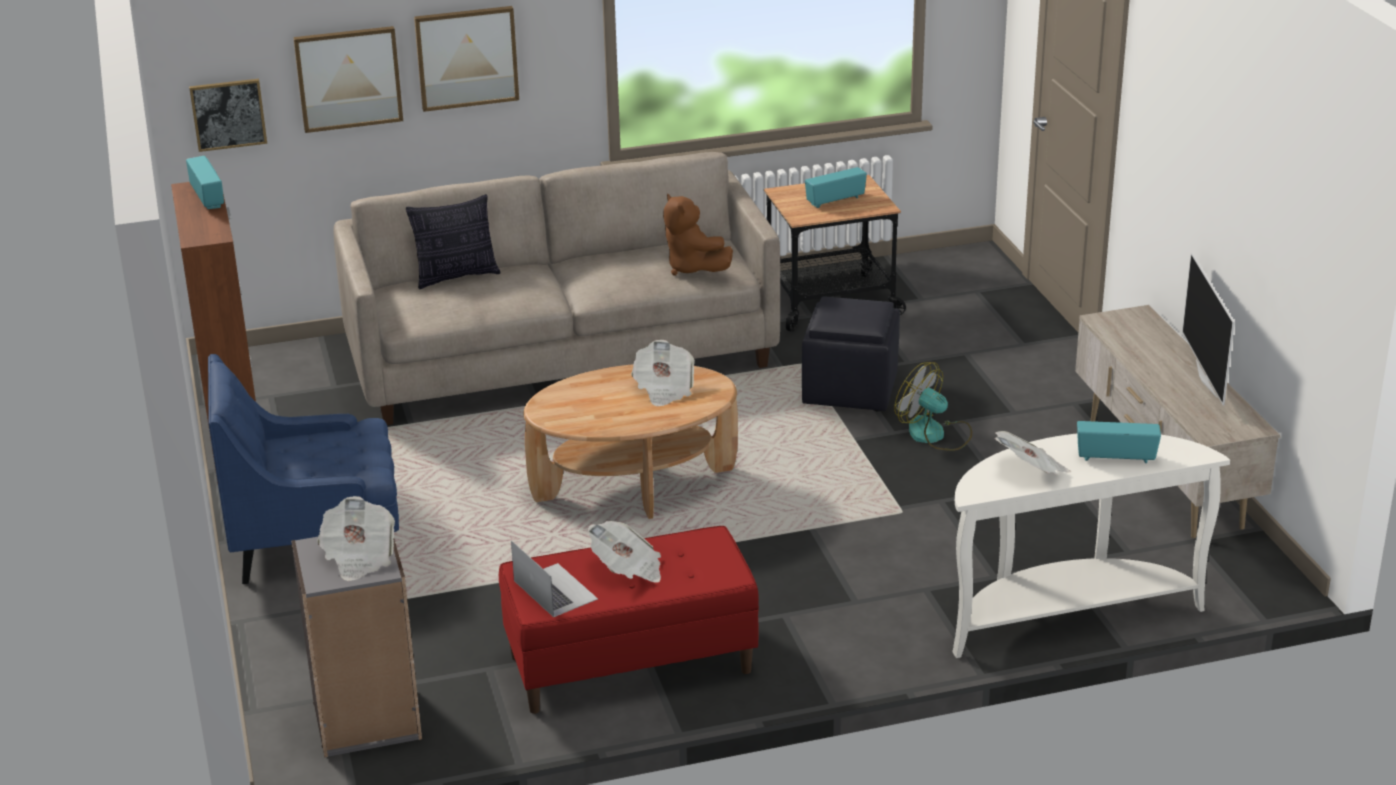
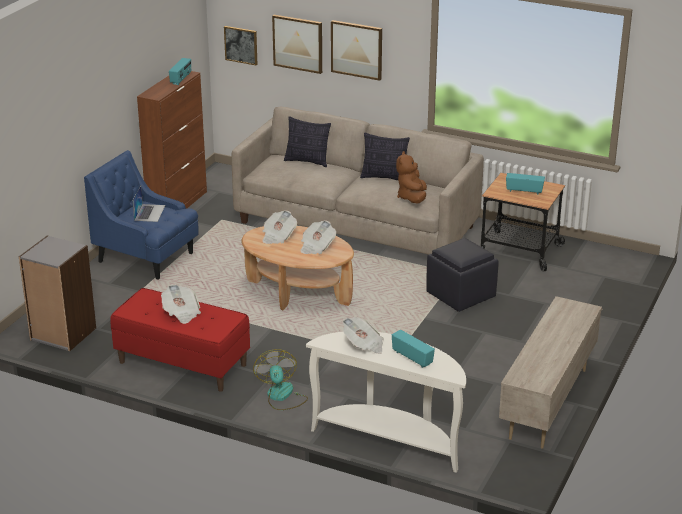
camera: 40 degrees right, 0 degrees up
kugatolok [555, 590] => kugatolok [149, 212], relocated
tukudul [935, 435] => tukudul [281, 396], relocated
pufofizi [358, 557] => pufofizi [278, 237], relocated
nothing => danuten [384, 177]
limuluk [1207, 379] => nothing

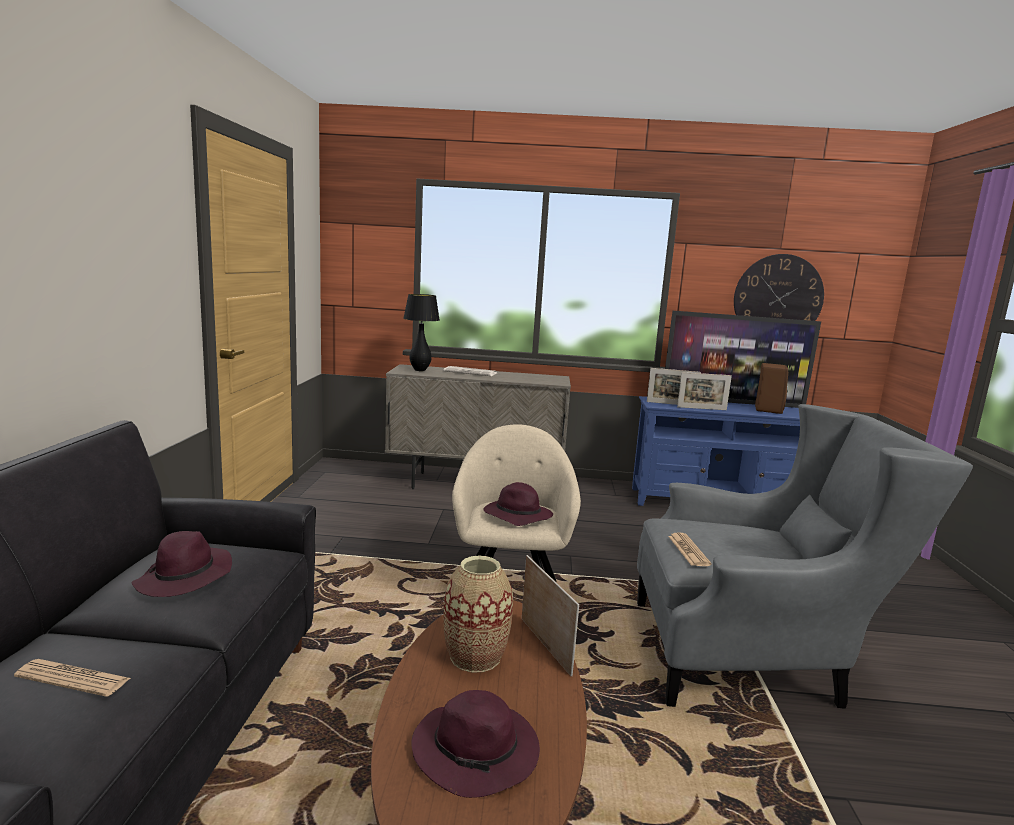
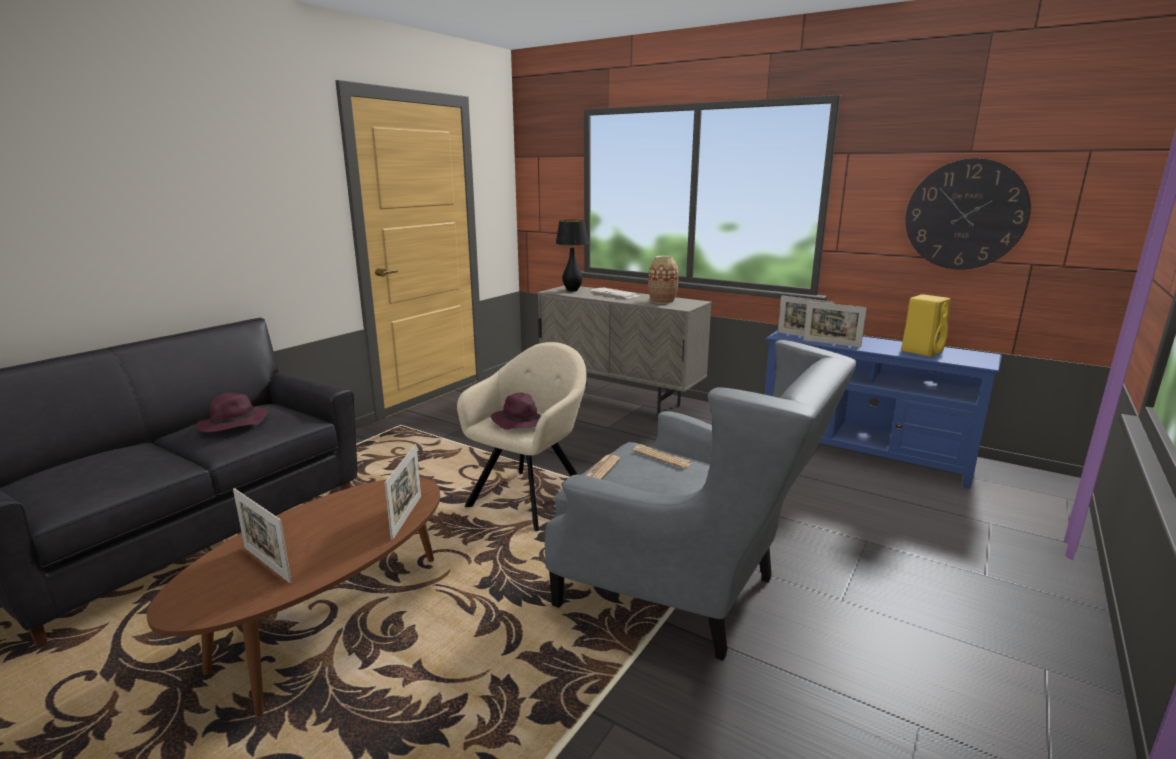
camera: 30 degrees right, 5 degrees up
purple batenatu [477, 753] => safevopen [267, 564]
pufofizi [73, 678] => pufofizi [662, 457], relocated
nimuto [475, 656] => nimuto [662, 301], relocated
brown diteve [767, 409] => yellow diteve [922, 351]
limuluk [732, 403] => nothing

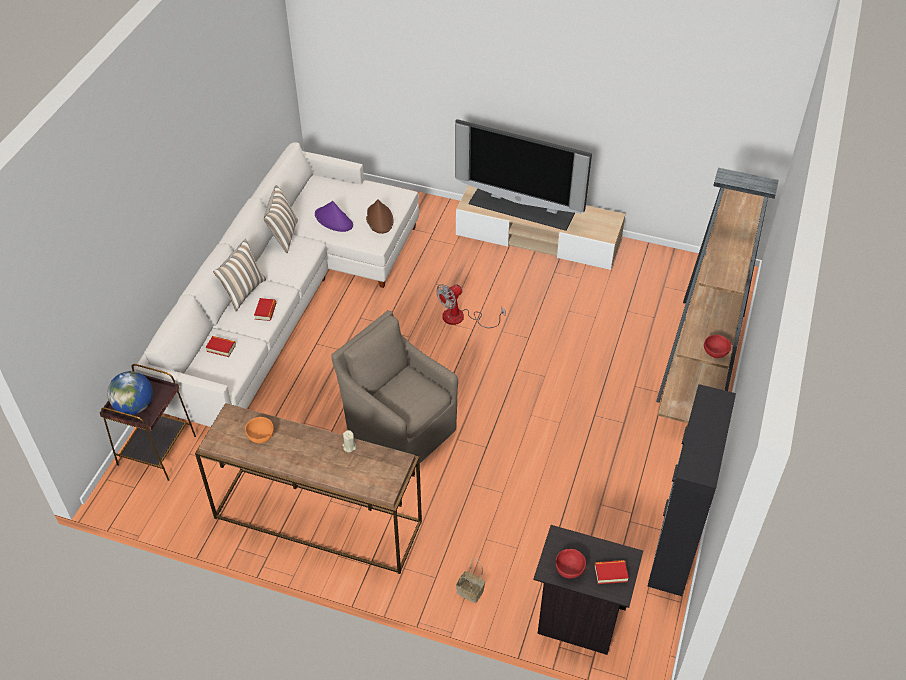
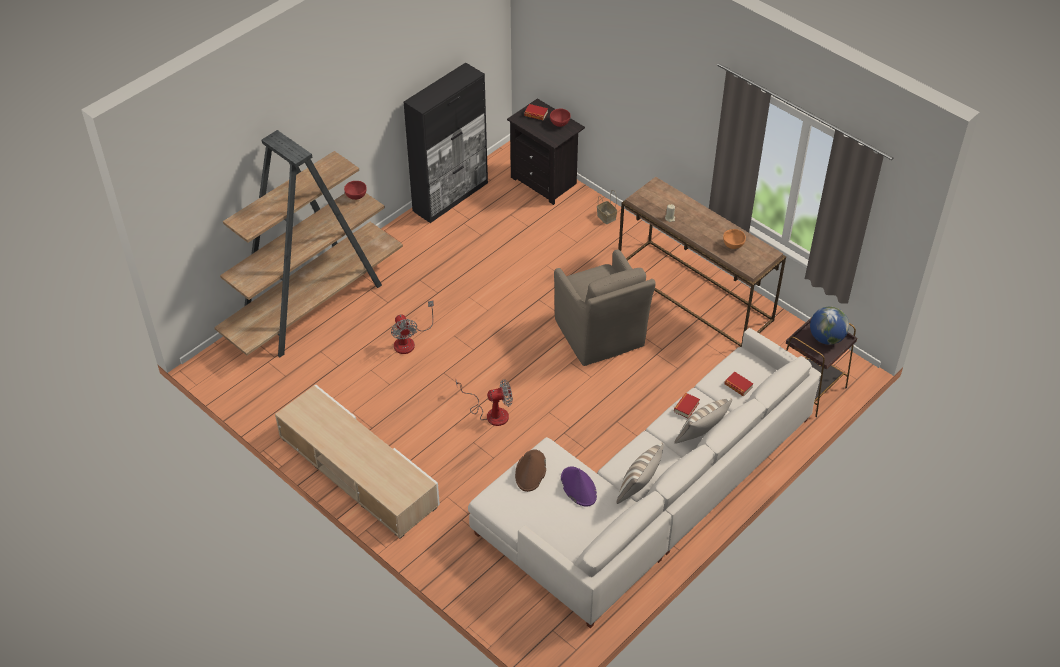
camera: 155 degrees left, 0 degrees up
nothing => tukudul [409, 341]
limuluk [522, 207] => nothing

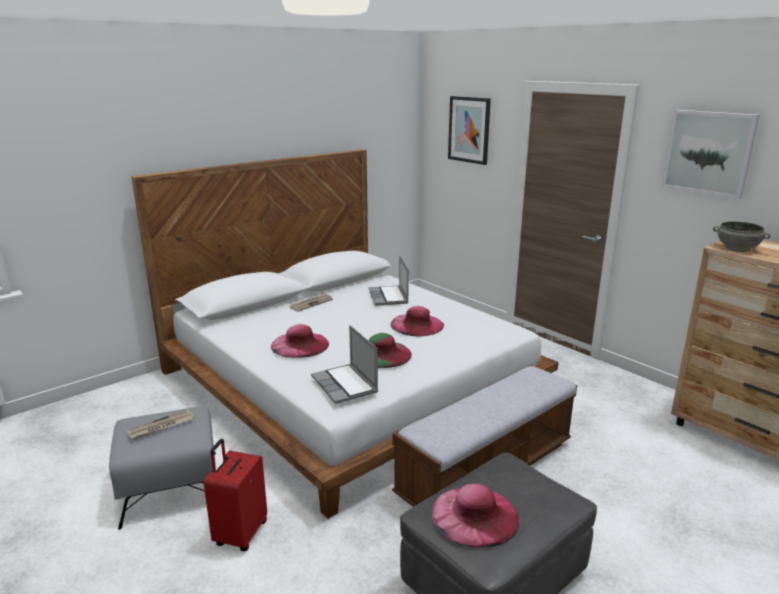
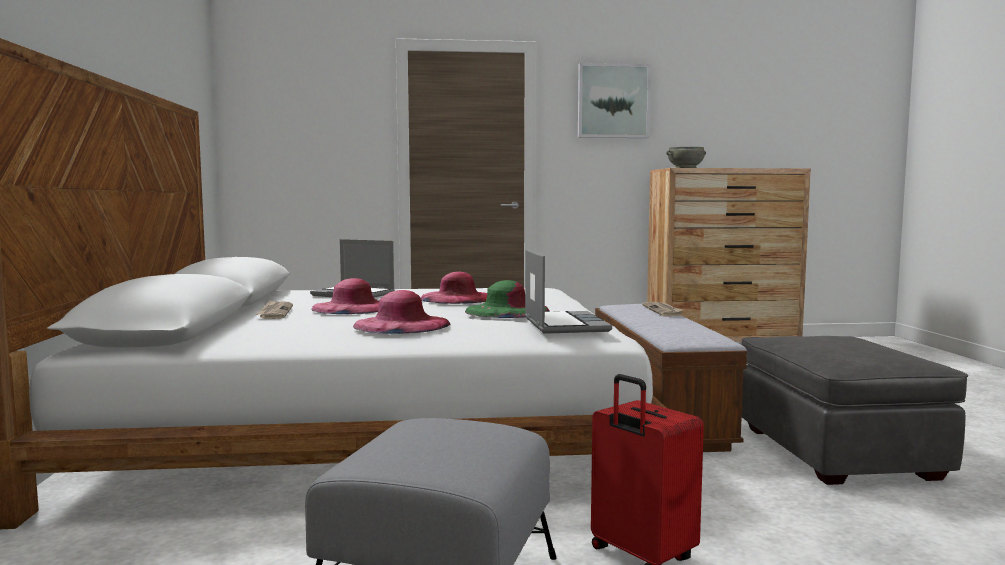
camera: 55 degrees left, 15 degrees down
pink batenatu [475, 515] => pink batenatu [353, 307], relocated
kugatolok [345, 385] => kugatolok [563, 324], 105 degrees counterclockwise
pufofizi [161, 427] => pufofizi [663, 311], relocated
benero [469, 129] => nothing

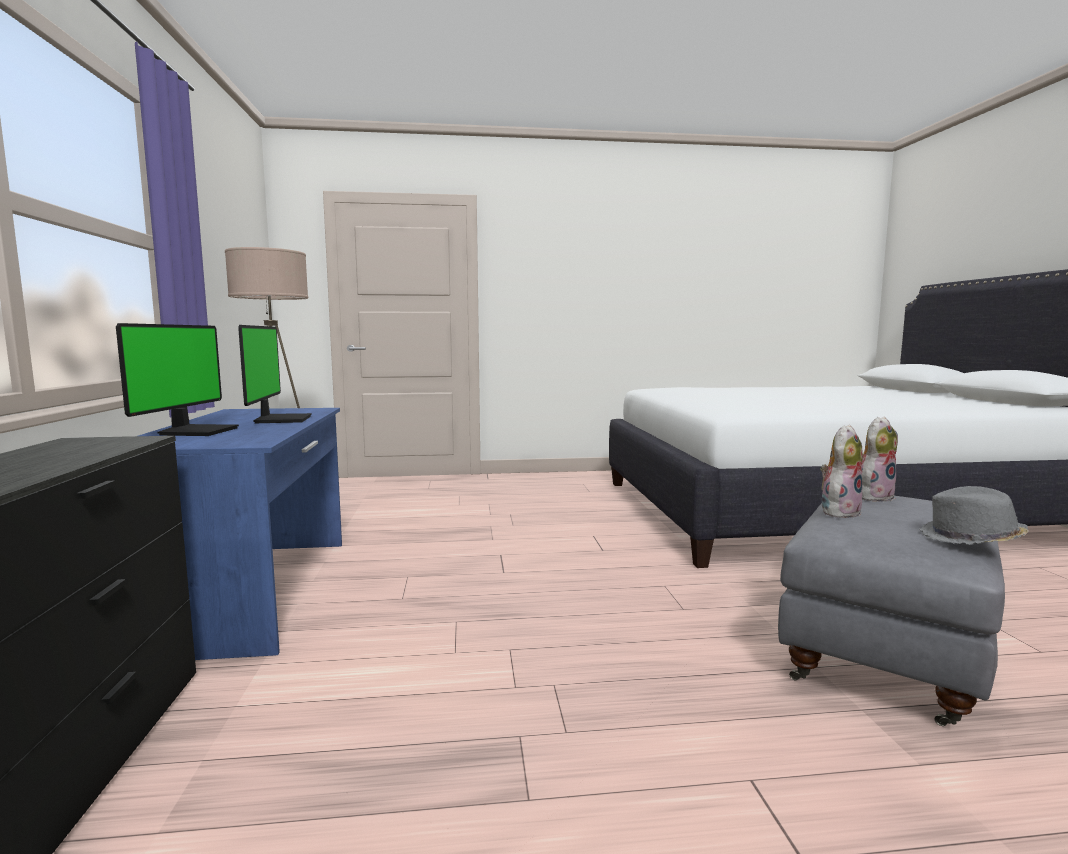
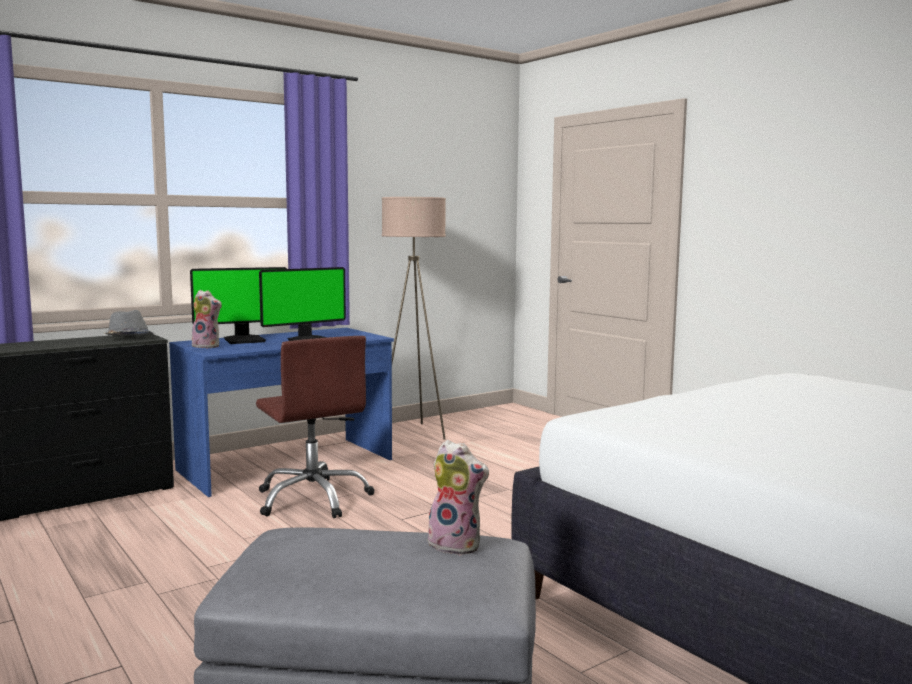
camera: 60 degrees right, 0 degrees up
grey batenatu [970, 539] => grey batenatu [128, 338], relocated
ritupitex [838, 511] => ritupitex [208, 346], relocated
nothing => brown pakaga [313, 499]

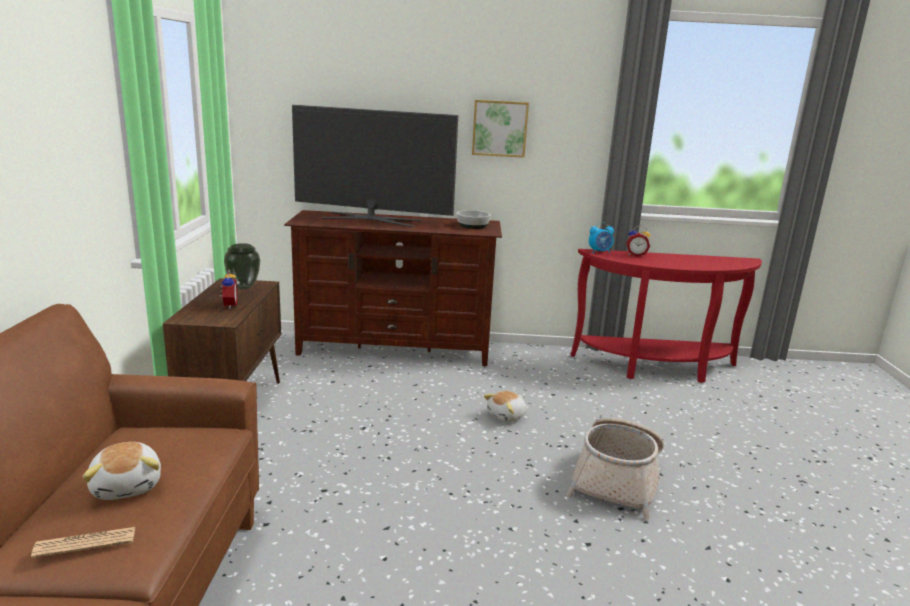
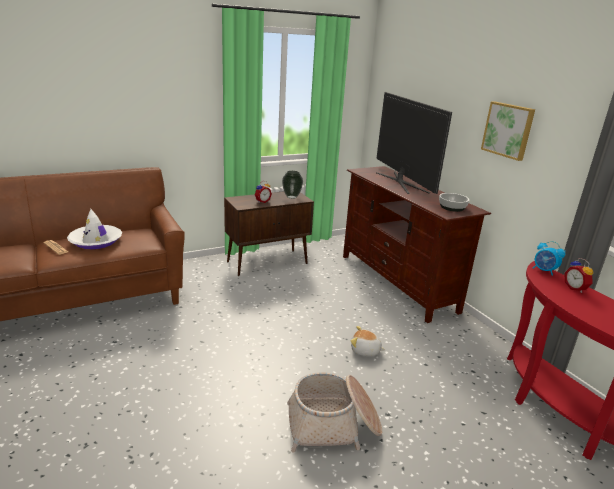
camera: 60 degrees right, 5 degrees up
ritupitex [128, 485] => white batenatu [96, 241]

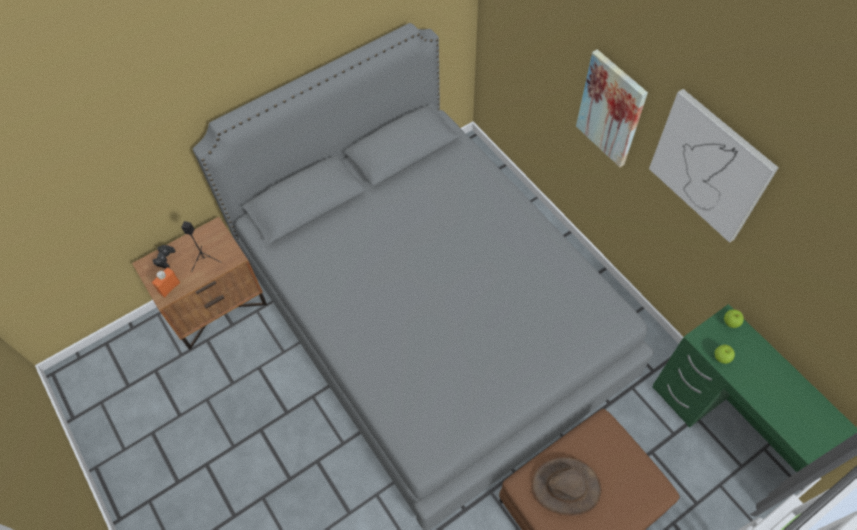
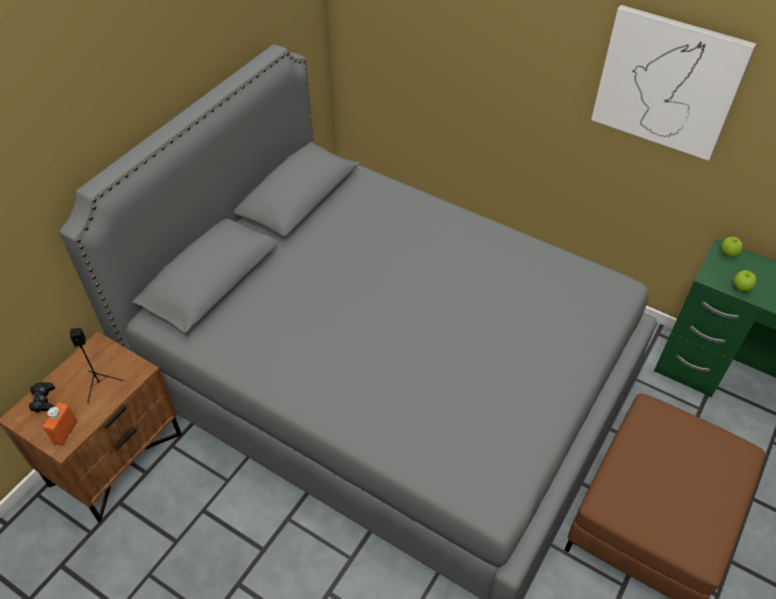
camera: 25 degrees left, 10 degrees down
brown batenatu [566, 487] => nothing
benero [611, 109] => nothing

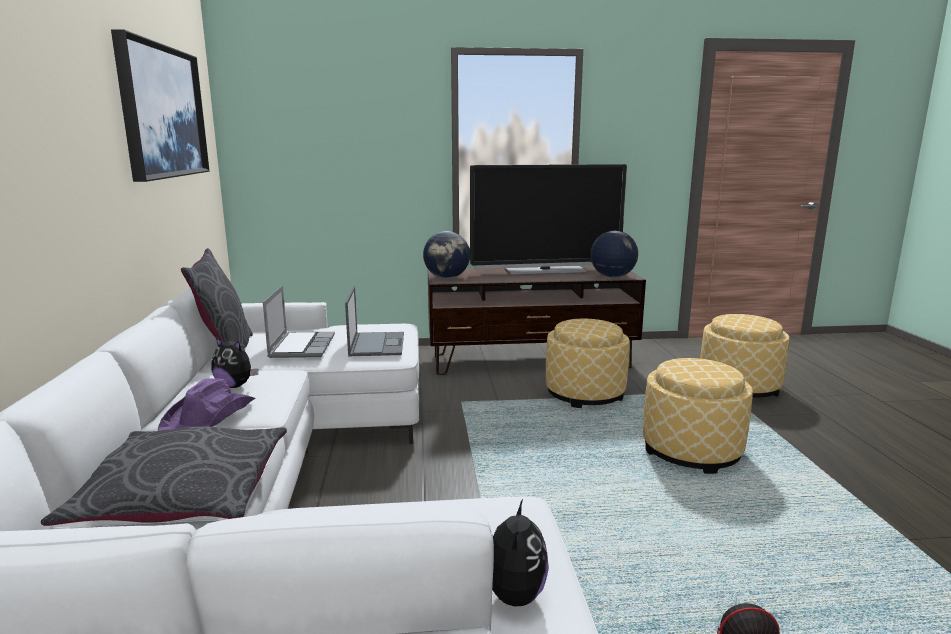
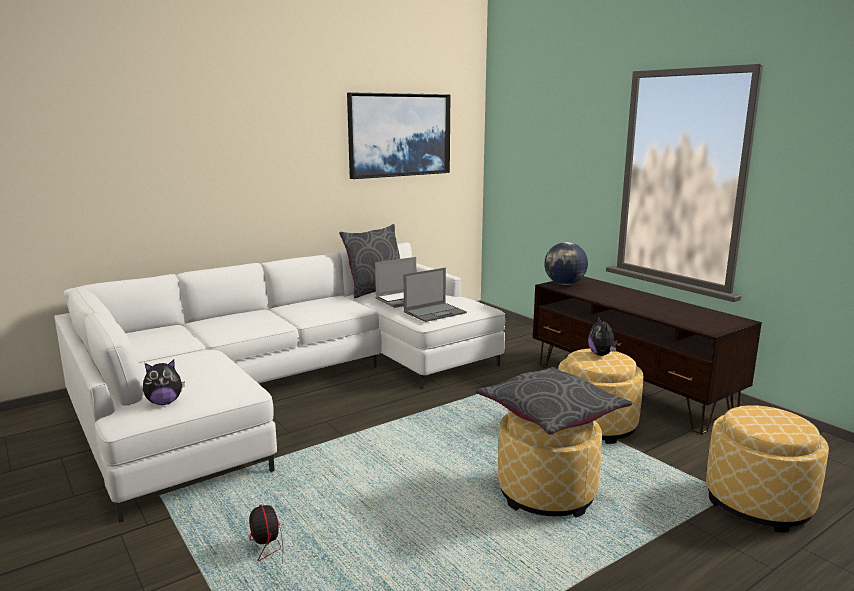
camera: 60 degrees right, 0 degrees up
grey danuten [183, 494] => grey danuten [551, 412], relocated
ritupitex [235, 386] => ritupitex [601, 354], relocated
purple batenatu [210, 416] => nothing
limuluk [545, 271] => nothing
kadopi [612, 277] => nothing

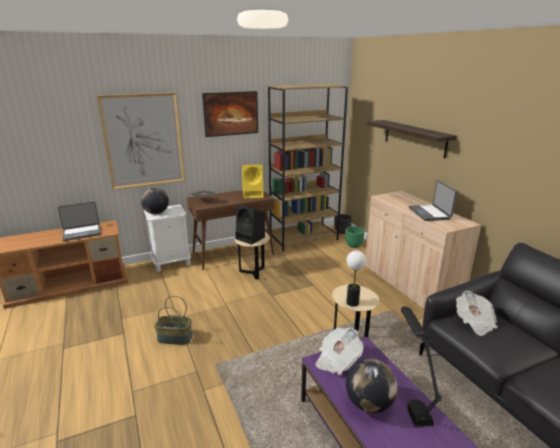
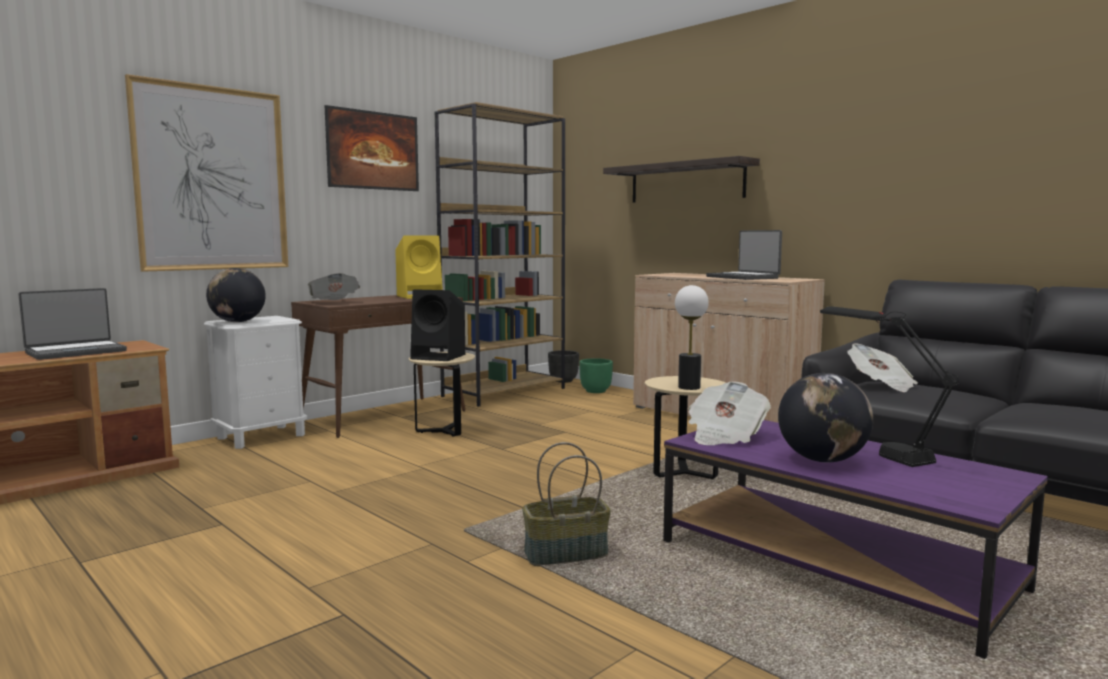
camera: 20 degrees left, 15 degrees down
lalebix [174, 338] => lalebix [565, 555], relocated

